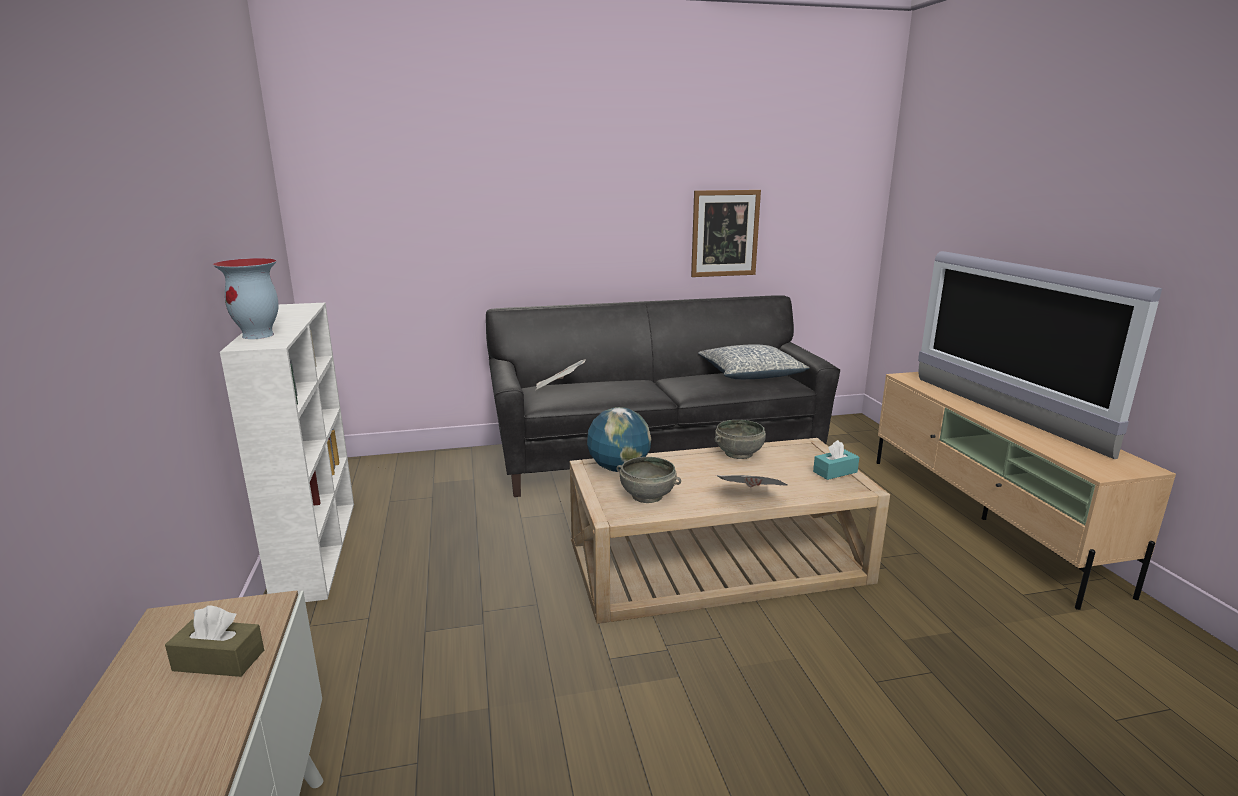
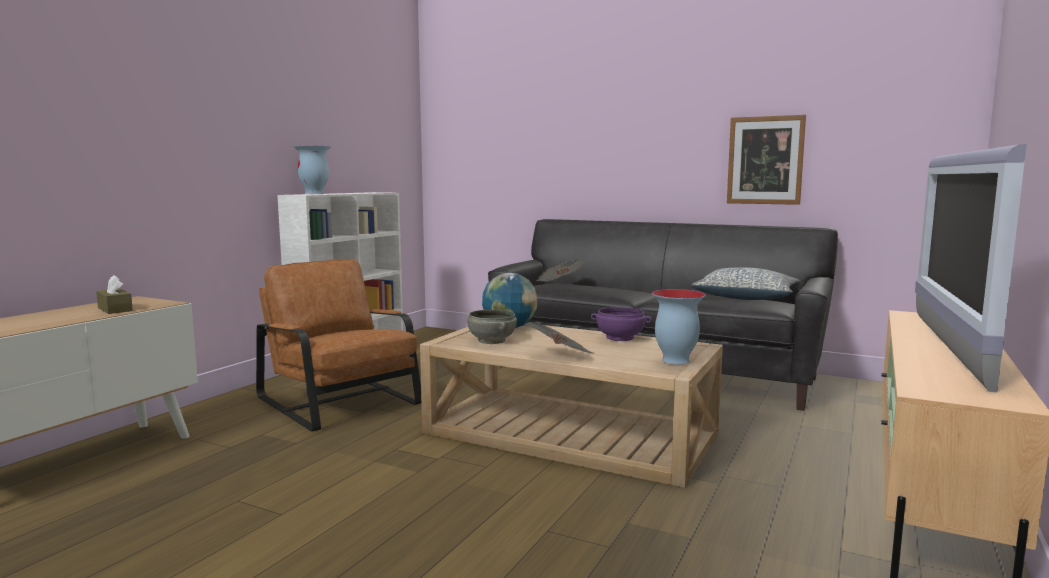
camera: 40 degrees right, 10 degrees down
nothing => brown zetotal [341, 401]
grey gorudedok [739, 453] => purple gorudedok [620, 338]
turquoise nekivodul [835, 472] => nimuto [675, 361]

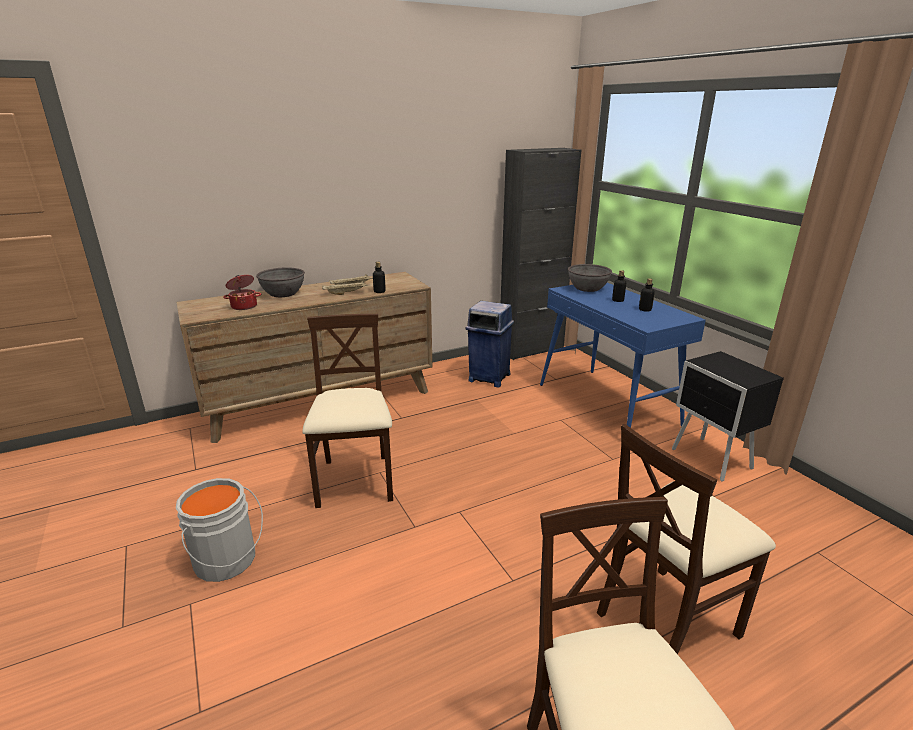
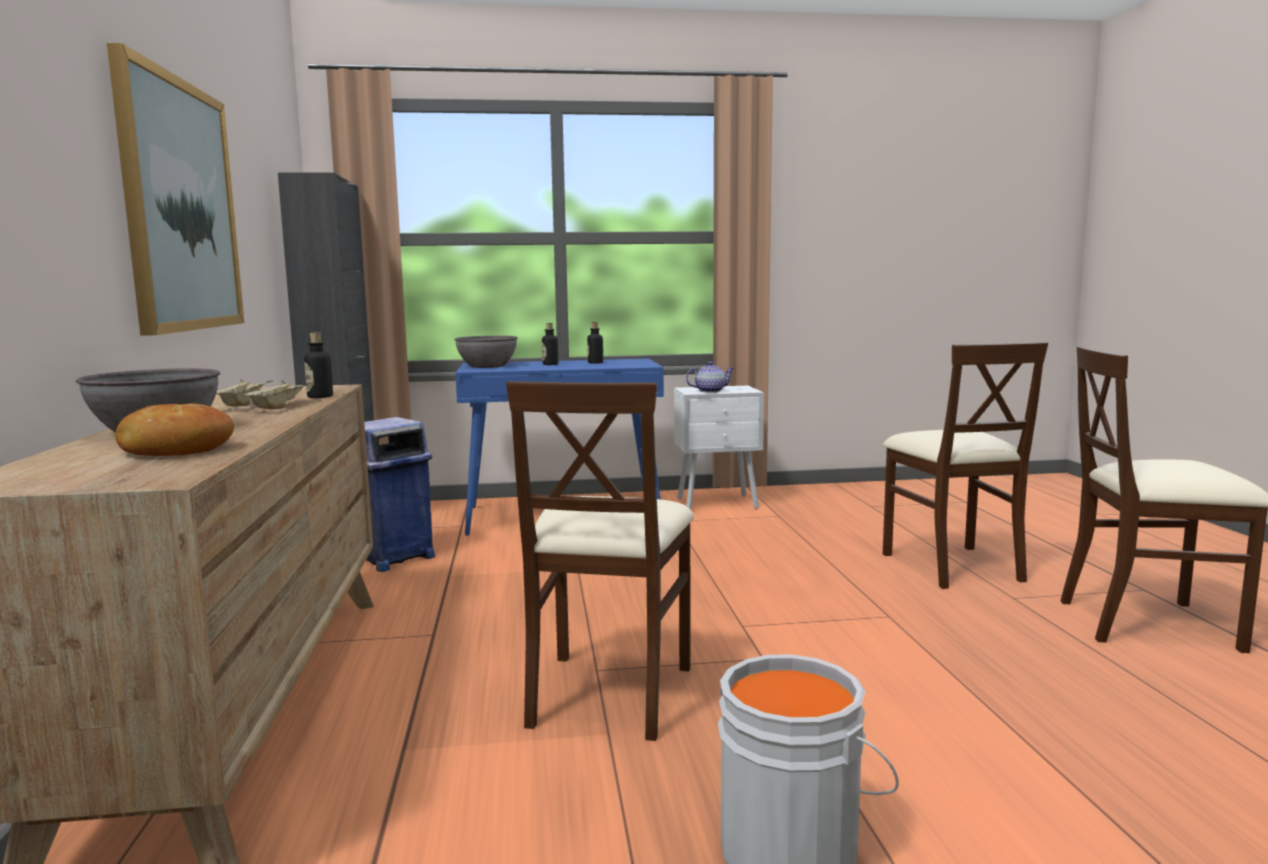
camera: 70 degrees left, 15 degrees down
nothing => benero [180, 206]
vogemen [244, 306] => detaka [177, 450]
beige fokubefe [355, 481] => beige fokubefe [608, 693], 90 degrees counterclockwise
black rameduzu [711, 460] => white rameduzu [719, 504]
nothing => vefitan [709, 391]

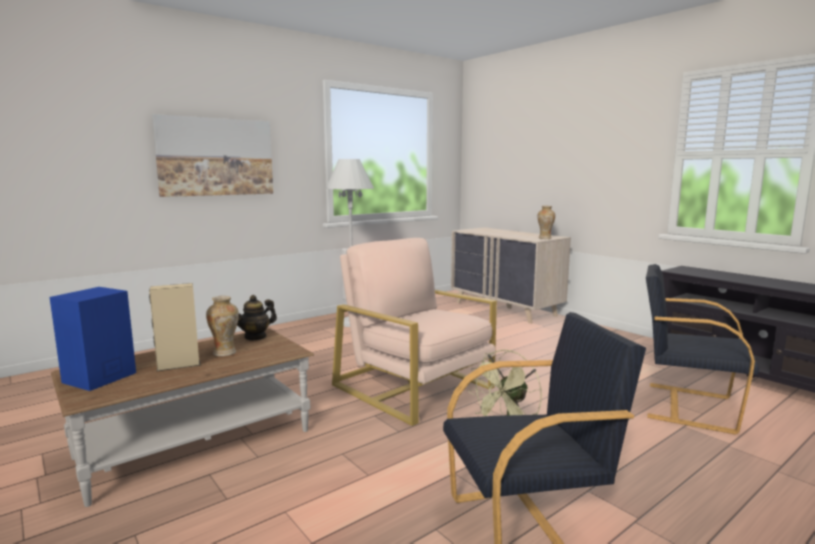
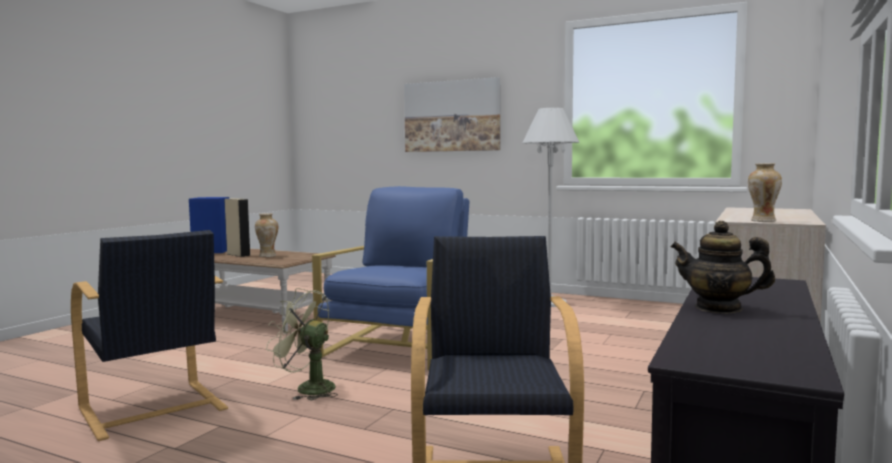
camera: 65 degrees right, 5 degrees down
beige zetotal [414, 386] => blue zetotal [401, 345]
vefitan [255, 337] => vefitan [719, 308], relocated

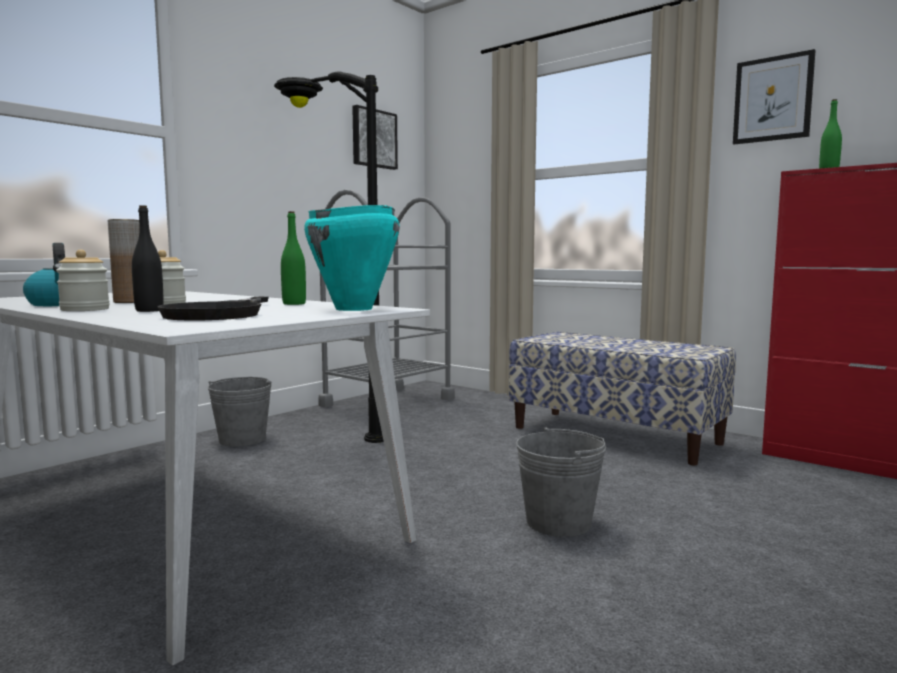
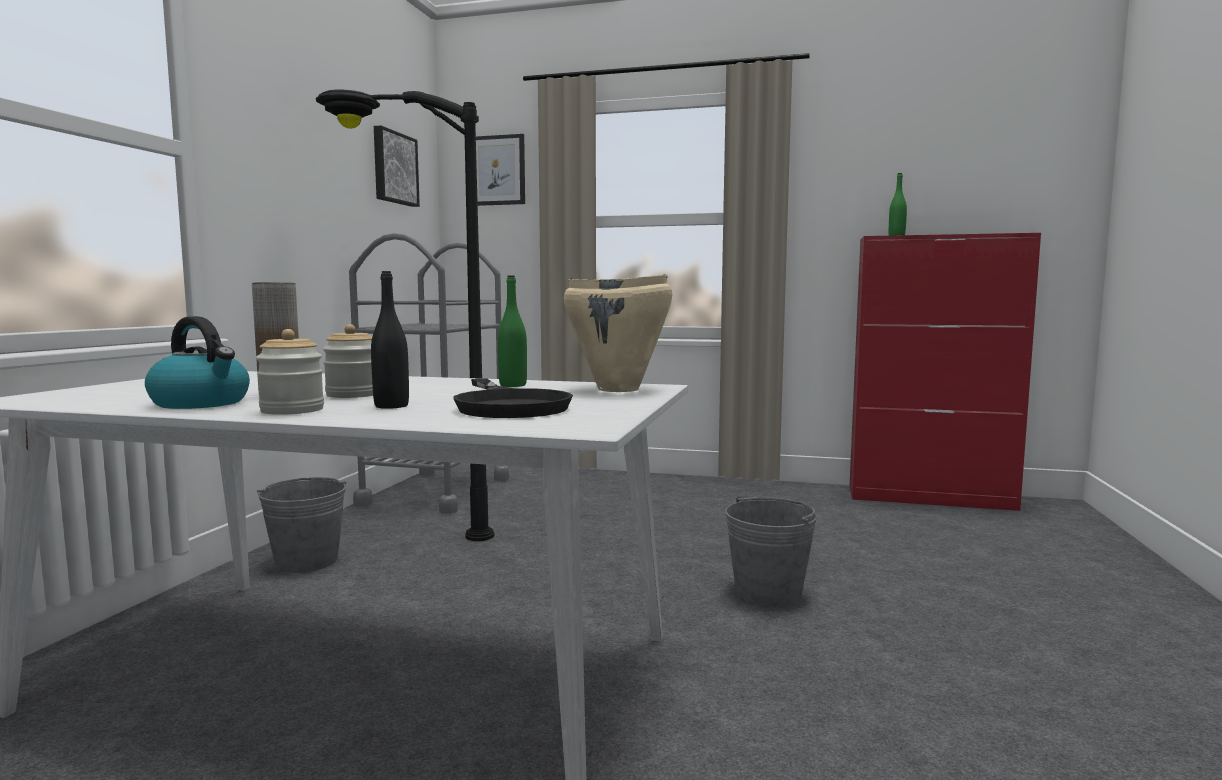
camera: 25 degrees left, 0 degrees up
benero [772, 99] => benero [497, 170], relocated
turquoise vogemen [354, 309] => beige vogemen [619, 389]
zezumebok [615, 435] => nothing

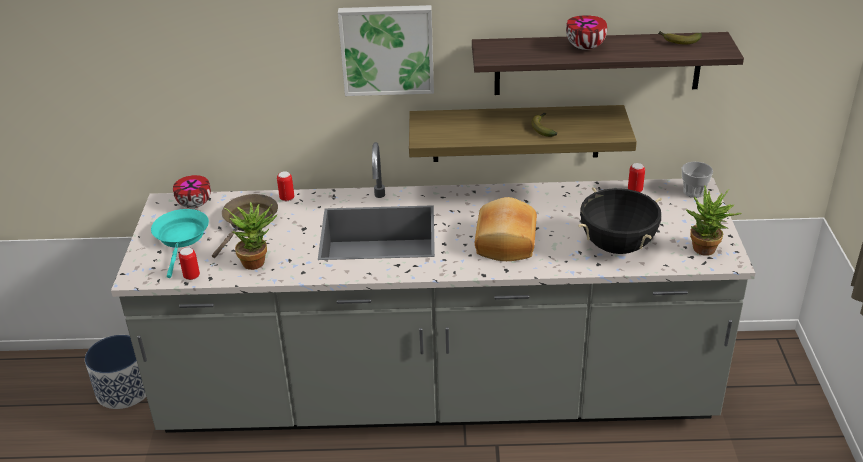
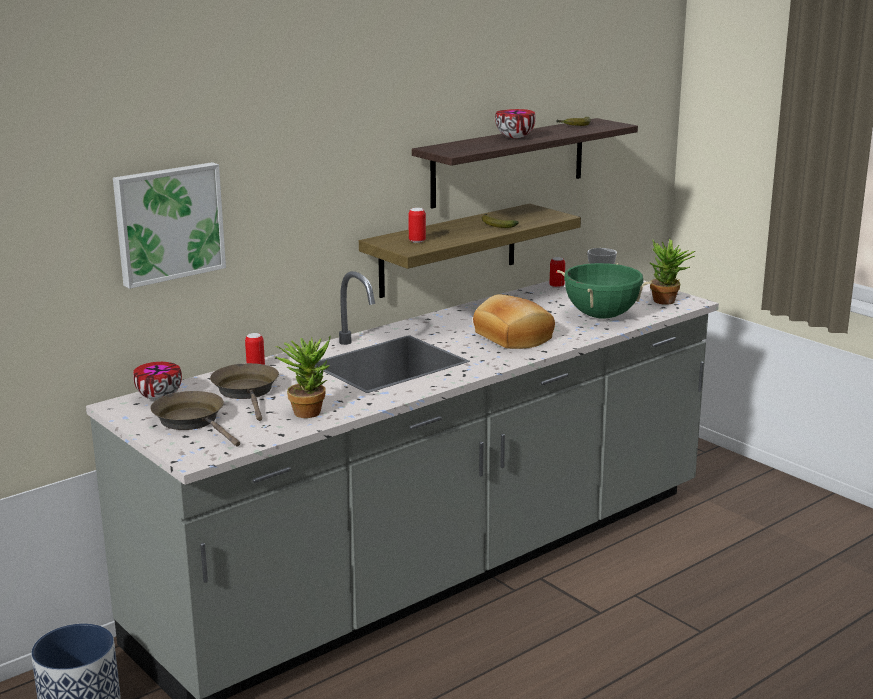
camera: 40 degrees left, 15 degrees down
benero [387, 49] => benero [168, 223], relocated
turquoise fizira [181, 238] => brown fizira [193, 421]
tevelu [191, 276] => tevelu [417, 241], relocated
black vogemen [617, 246] => green vogemen [601, 316]

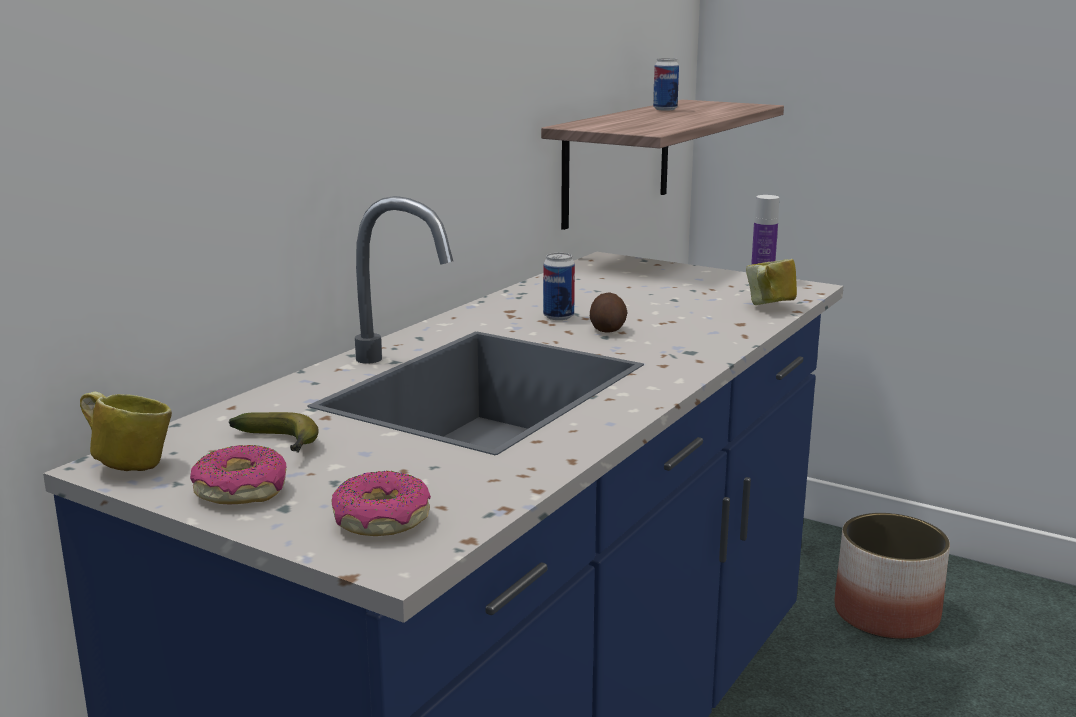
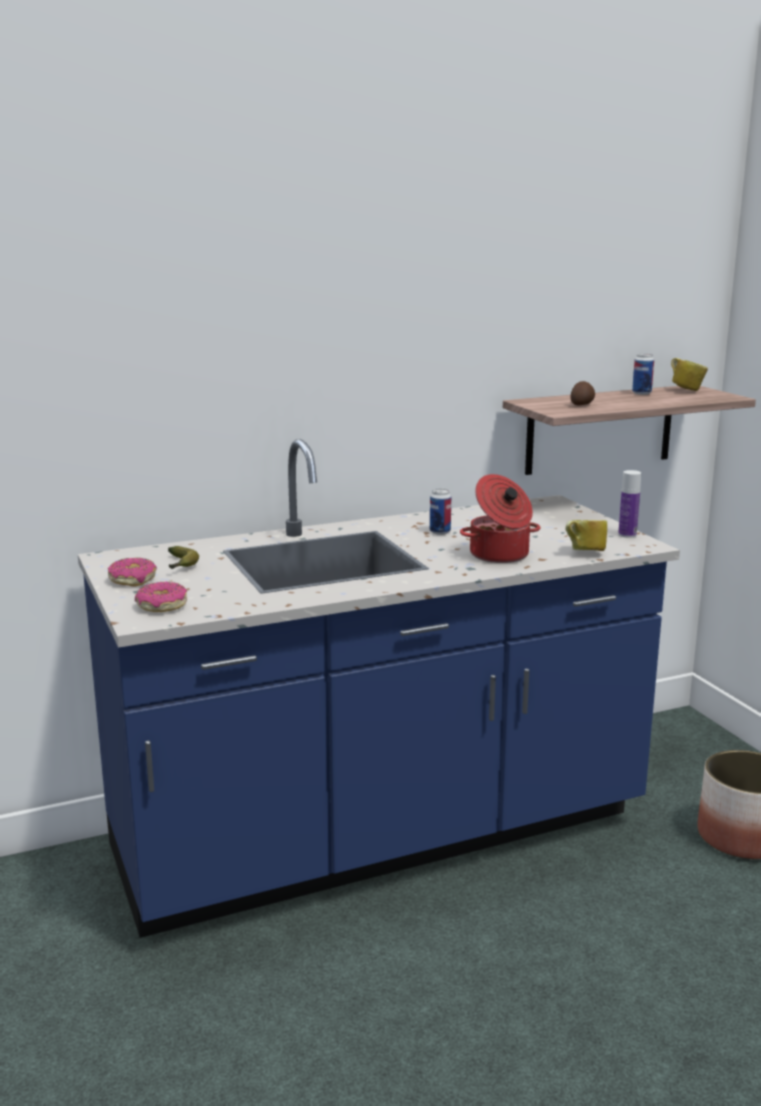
camera: 35 degrees right, 0 degrees up
nothing => vogemen [499, 555]
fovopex [607, 329] => fovopex [582, 404], relocated
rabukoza [128, 465] => rabukoza [685, 390], relocated

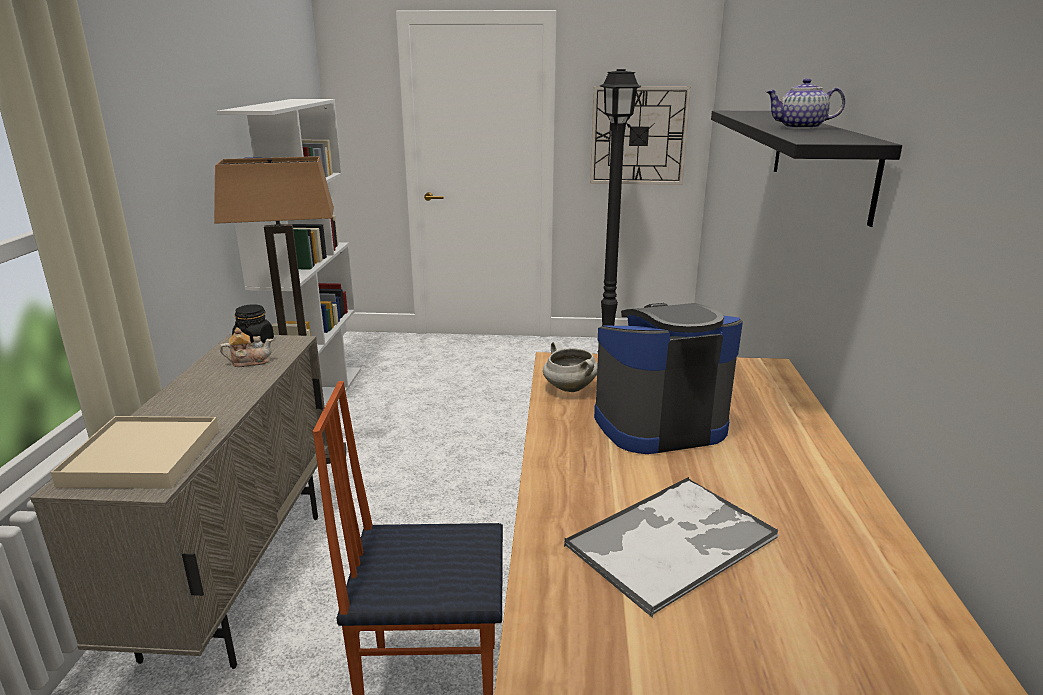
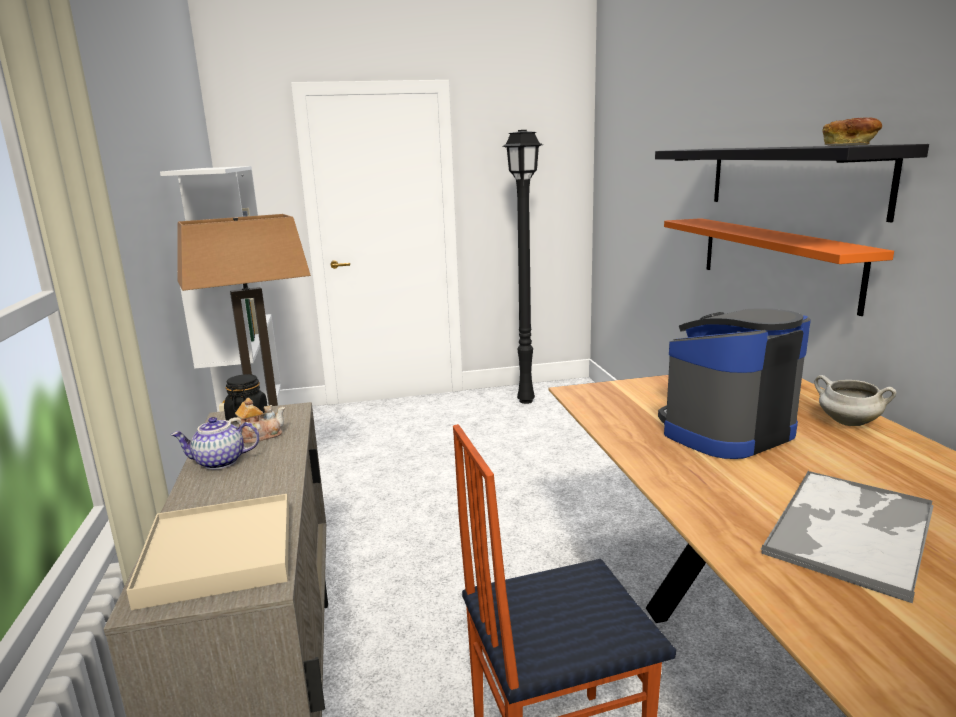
camera: 15 degrees left, 5 degrees down
vefitan [800, 128] => vefitan [219, 463], relocated
nothing => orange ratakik [775, 260]
white vogemen [568, 388] => white vogemen [847, 423], relocated
nothing => detaka [850, 145]
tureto [638, 136] => nothing

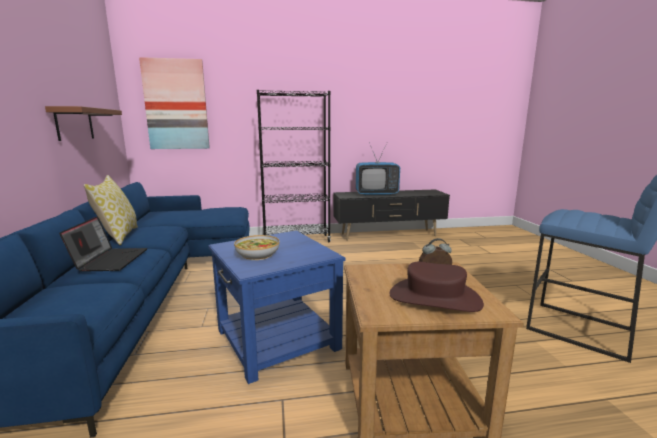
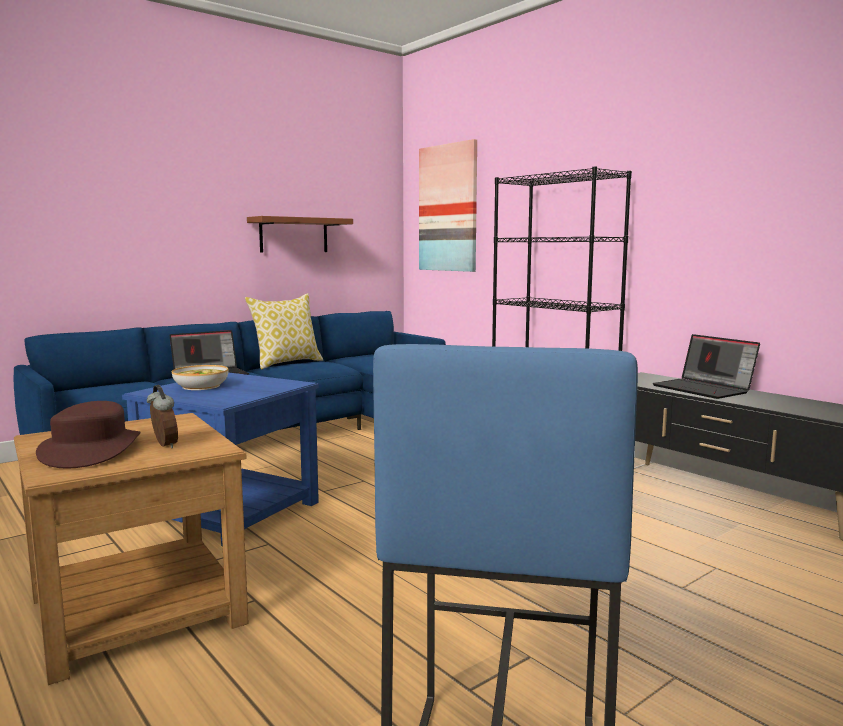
camera: 60 degrees right, 5 degrees down
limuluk [376, 193] => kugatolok [704, 389]

